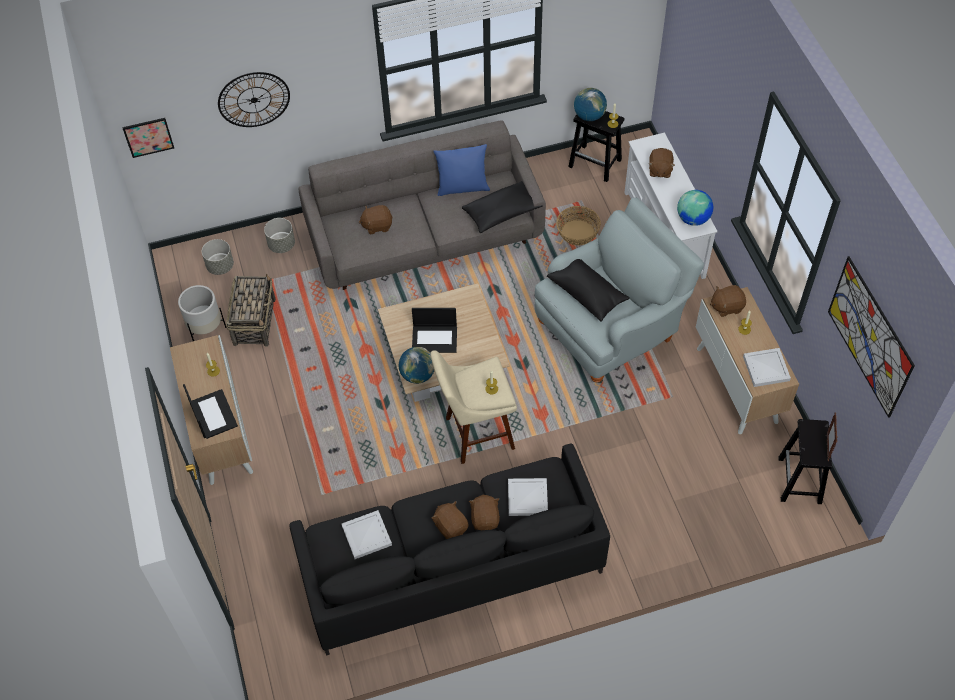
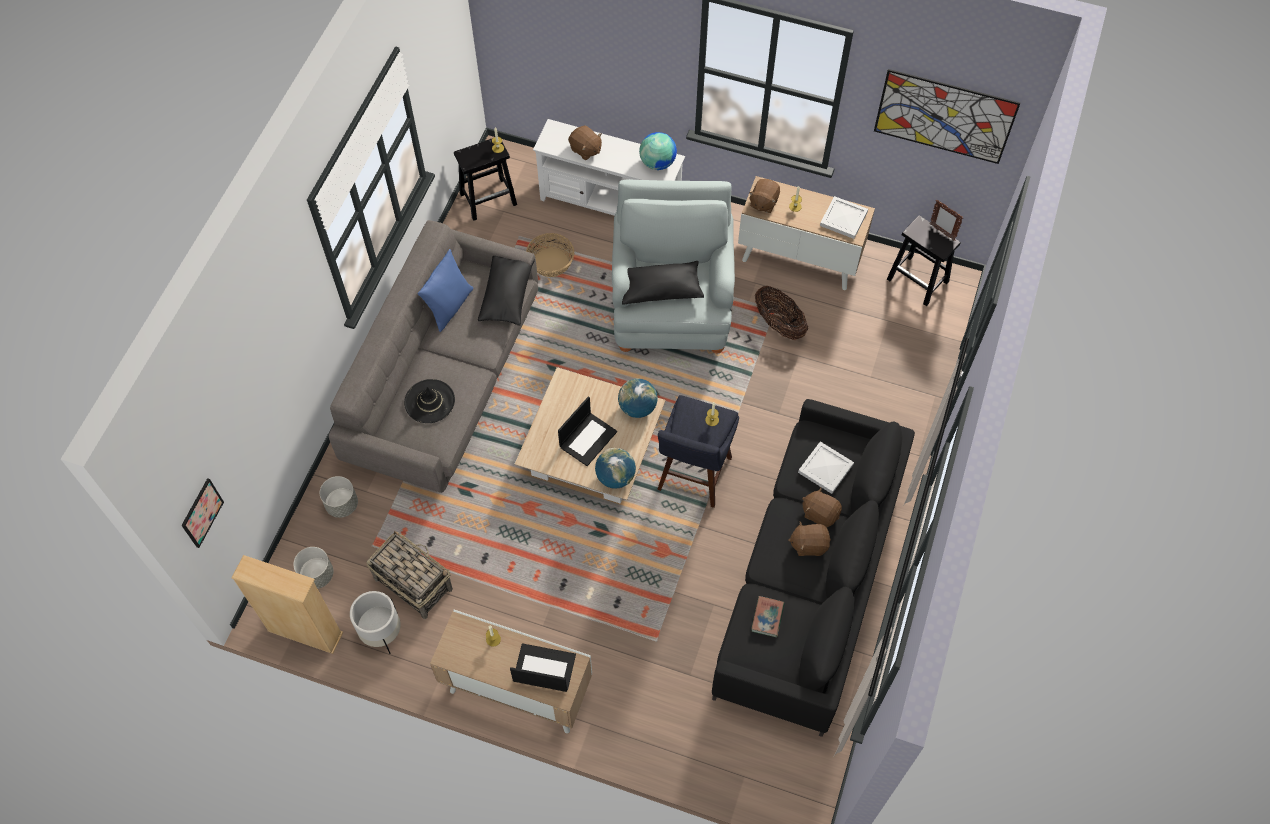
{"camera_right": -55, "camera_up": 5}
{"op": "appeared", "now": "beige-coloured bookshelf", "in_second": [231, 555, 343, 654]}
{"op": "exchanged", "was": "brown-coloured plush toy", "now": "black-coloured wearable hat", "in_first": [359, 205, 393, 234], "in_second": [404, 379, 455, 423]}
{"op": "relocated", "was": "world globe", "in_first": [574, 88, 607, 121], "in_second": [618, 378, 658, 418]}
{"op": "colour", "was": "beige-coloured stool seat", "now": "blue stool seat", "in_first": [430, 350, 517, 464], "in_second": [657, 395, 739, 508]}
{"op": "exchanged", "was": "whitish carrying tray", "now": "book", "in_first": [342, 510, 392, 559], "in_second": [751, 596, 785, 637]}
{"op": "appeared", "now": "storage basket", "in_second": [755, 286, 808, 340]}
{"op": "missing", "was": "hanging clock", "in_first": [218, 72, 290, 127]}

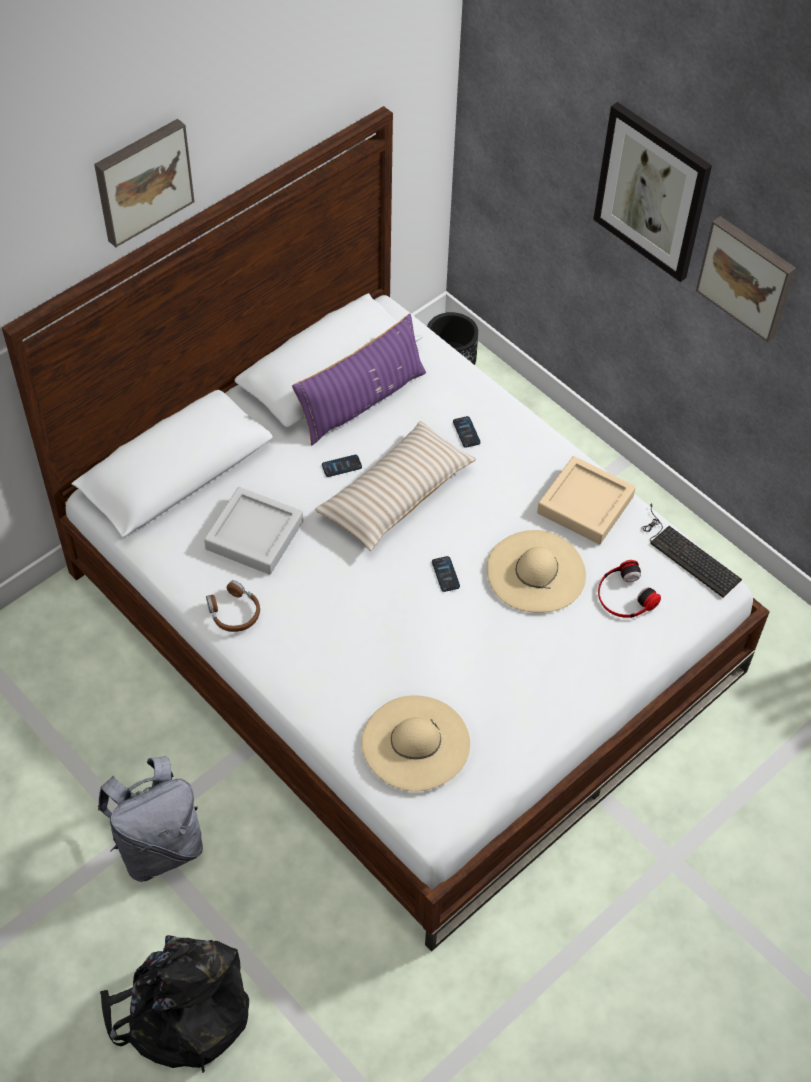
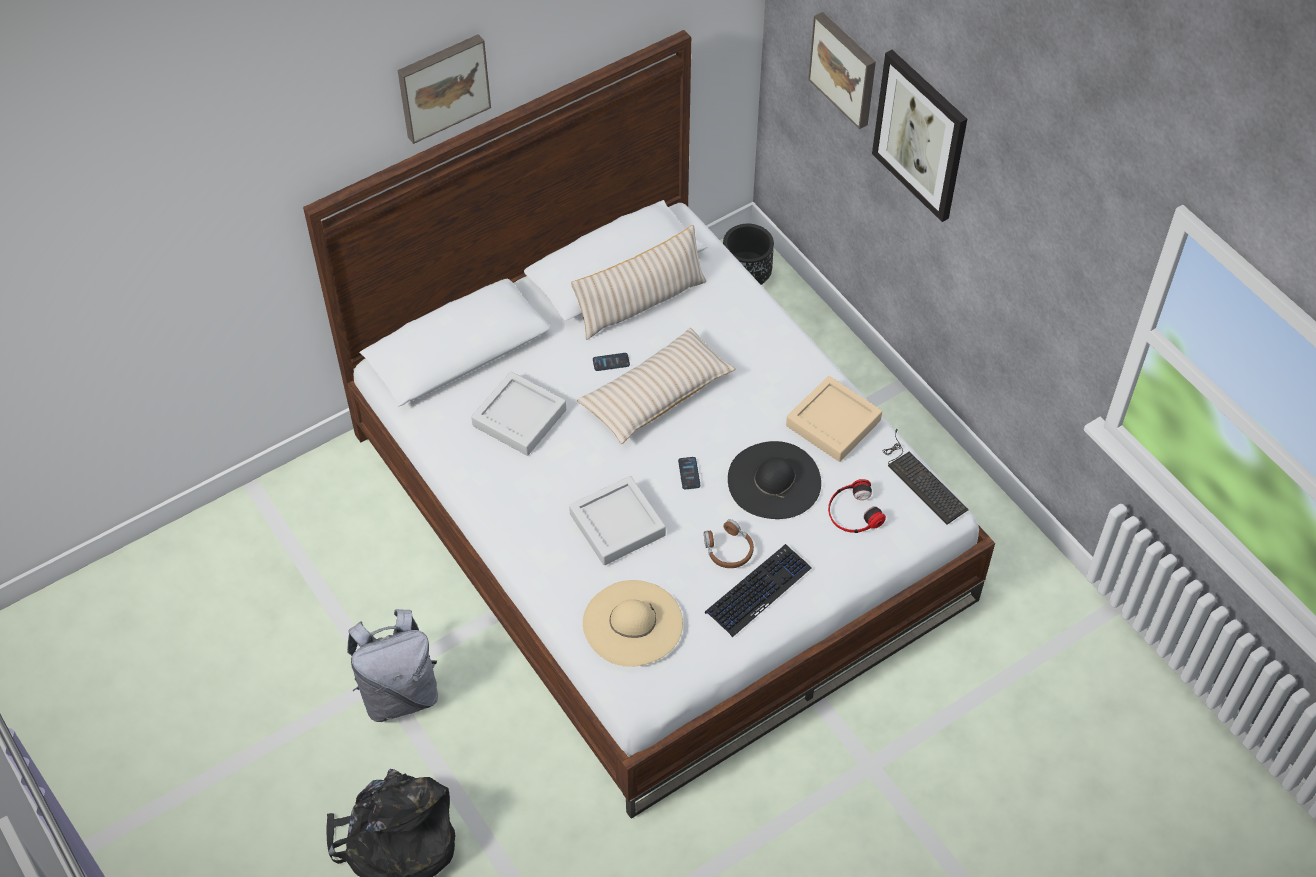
{"camera_right": 10, "camera_up": 0}
{"op": "appeared", "now": "greyish carrying tray", "in_second": [569, 476, 666, 565]}
{"op": "colour", "was": "purple-coloured pillow", "now": "beige-coloured pillow", "in_first": [292, 314, 426, 445], "in_second": [571, 225, 706, 340]}
{"op": "relocated", "was": "brown-coloured headphones", "in_first": [206, 580, 260, 632], "in_second": [704, 519, 754, 568]}
{"op": "appeared", "now": "PC keyboard", "in_second": [705, 544, 811, 637]}
{"op": "colour", "was": "beige-coloured wearable hat", "now": "black-coloured wearable hat", "in_first": [487, 530, 586, 613], "in_second": [728, 441, 821, 519]}
{"op": "relocated", "was": "picture", "in_first": [696, 216, 796, 342], "in_second": [808, 12, 876, 129]}
{"op": "missing", "was": "telephone", "in_first": [453, 416, 480, 448]}

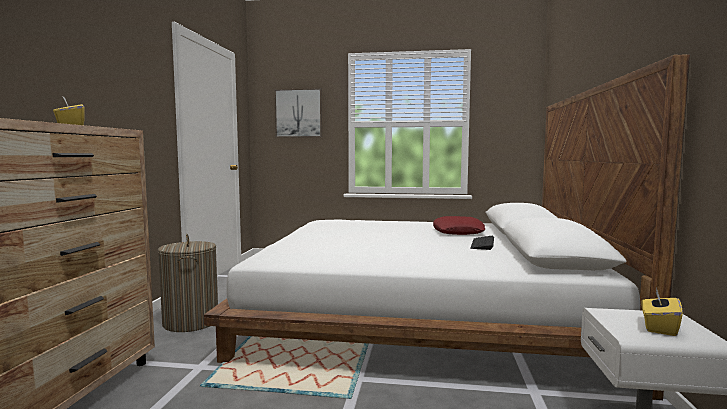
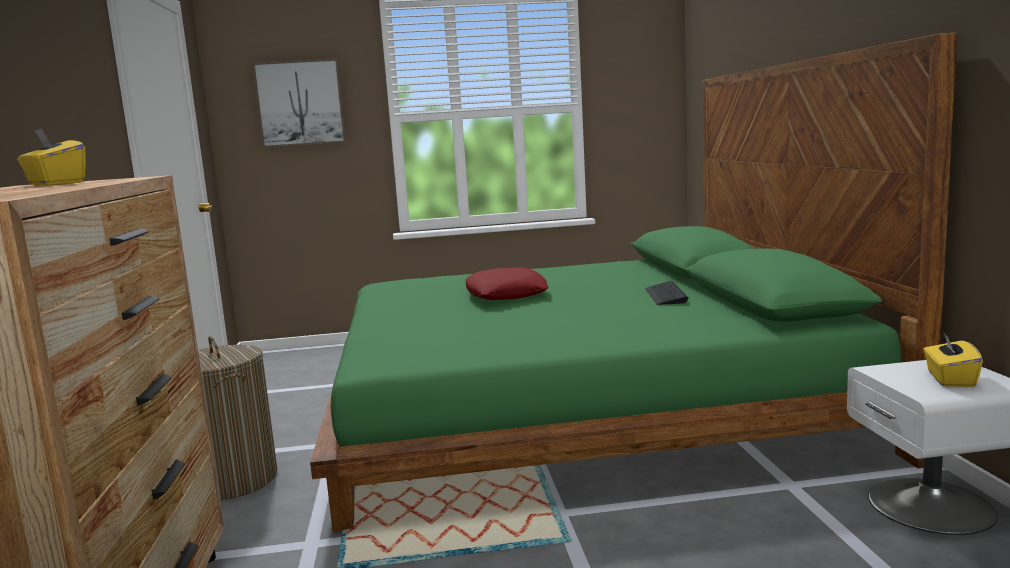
{"camera_right": -15, "camera_up": 5}
{"op": "colour", "was": "whitish bedroom bed", "now": "green-coloured bedroom bed", "in_first": [204, 54, 690, 400], "in_second": [310, 33, 958, 532]}
{"op": "relocated", "was": "red-coloured pillow", "in_first": [433, 216, 485, 235], "in_second": [465, 268, 549, 300]}

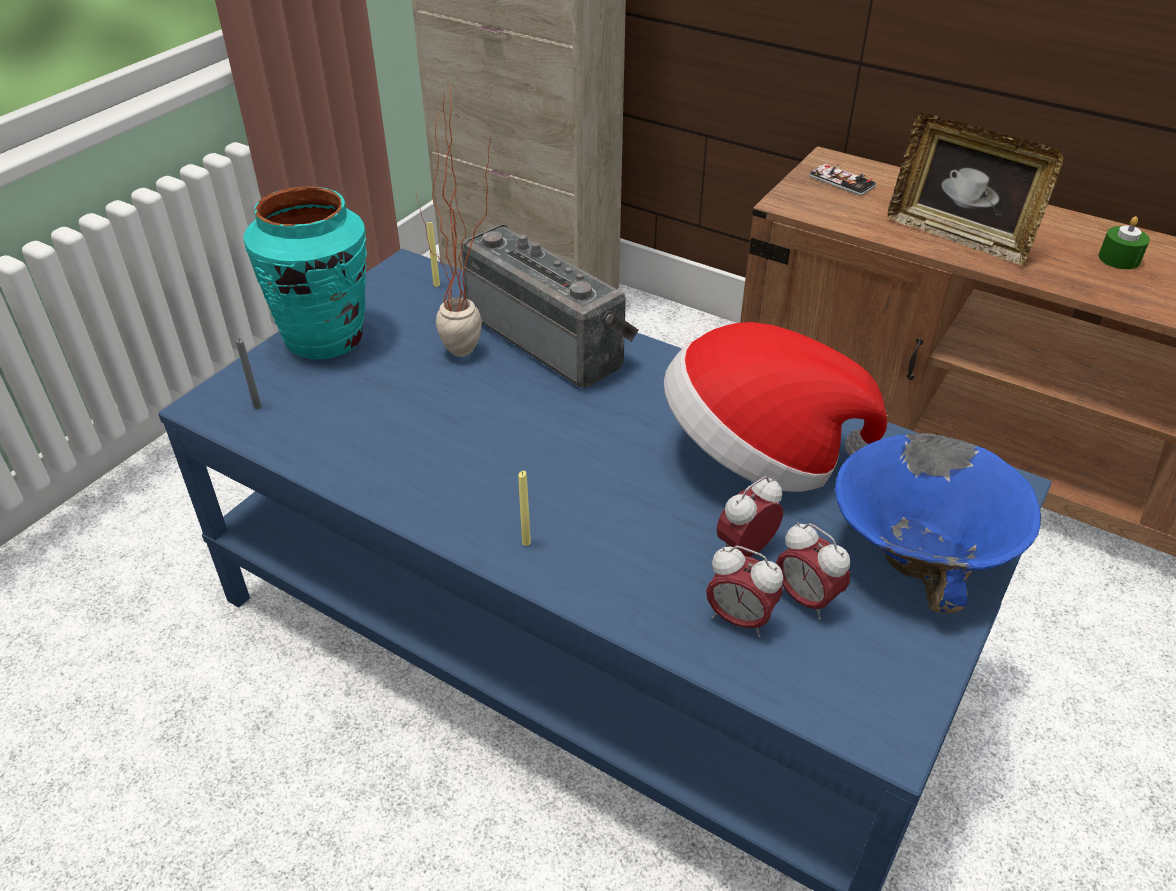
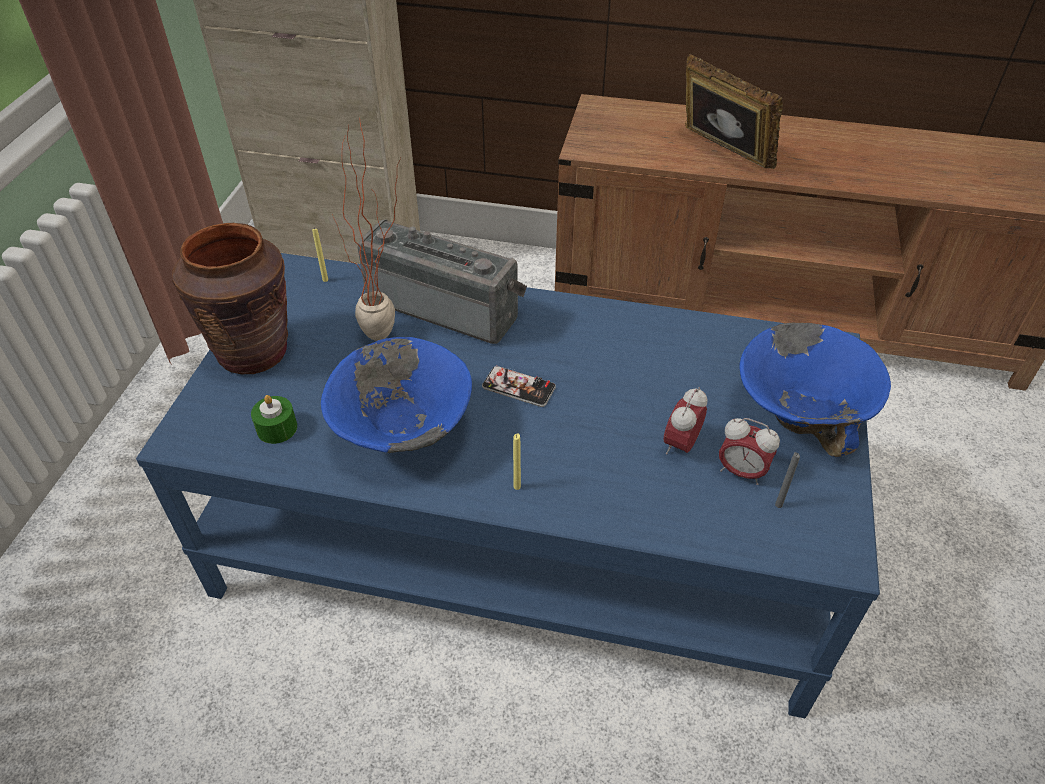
{"camera_right": -20, "camera_up": 5}
{"op": "colour", "was": "blue-green flower vase", "now": "brown-coloured flower vase", "in_first": [243, 187, 367, 359], "in_second": [172, 223, 288, 374]}
{"op": "relocated", "was": "green-coloured candle", "in_first": [1099, 216, 1150, 269], "in_second": [251, 395, 297, 444]}
{"op": "appeared", "now": "blue deep dish", "in_second": [321, 337, 472, 453]}
{"op": "relocated", "was": "telephone", "in_first": [809, 162, 877, 196], "in_second": [482, 365, 556, 407]}
{"op": "spun", "was": "photo frame", "in_first": [888, 113, 1064, 266], "in_second": [685, 54, 783, 169], "clockwise": -150}
{"op": "relocated", "was": "greyish candle", "in_first": [236, 338, 262, 409], "in_second": [775, 452, 800, 508]}
{"op": "missing", "was": "wearable hat", "in_first": [664, 322, 888, 492]}
{"op": "missing", "was": "alarm clock", "in_first": [706, 546, 783, 637]}

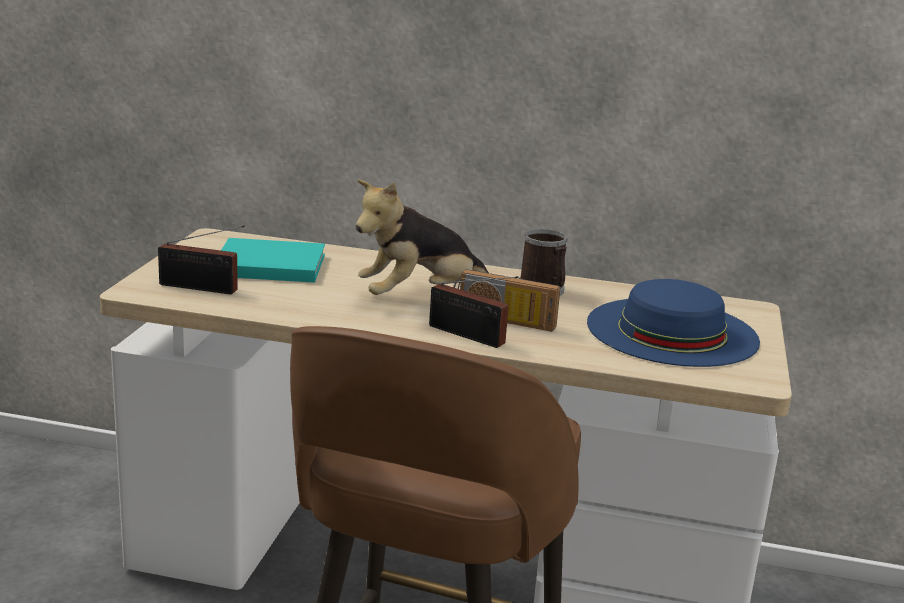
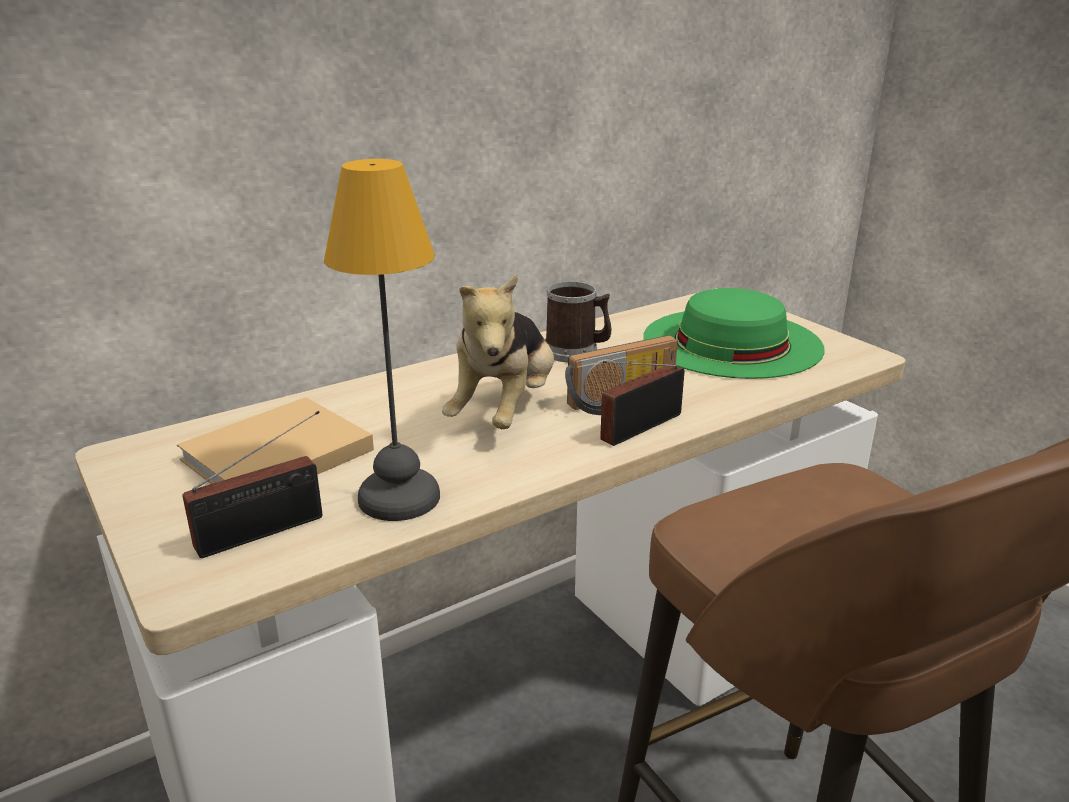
{"camera_right": -45, "camera_up": 5}
{"op": "colour", "was": "blue-green book", "now": "beige-coloured book", "in_first": [221, 238, 325, 283], "in_second": [177, 397, 374, 484]}
{"op": "appeared", "now": "tabletop lamp", "in_second": [324, 159, 440, 521]}
{"op": "spun", "was": "radio set", "in_first": [429, 276, 518, 348], "in_second": [600, 361, 685, 446], "clockwise": 150}
{"op": "colour", "was": "blue wearable hat", "now": "green-coloured wearable hat", "in_first": [587, 279, 760, 367], "in_second": [643, 288, 824, 379]}

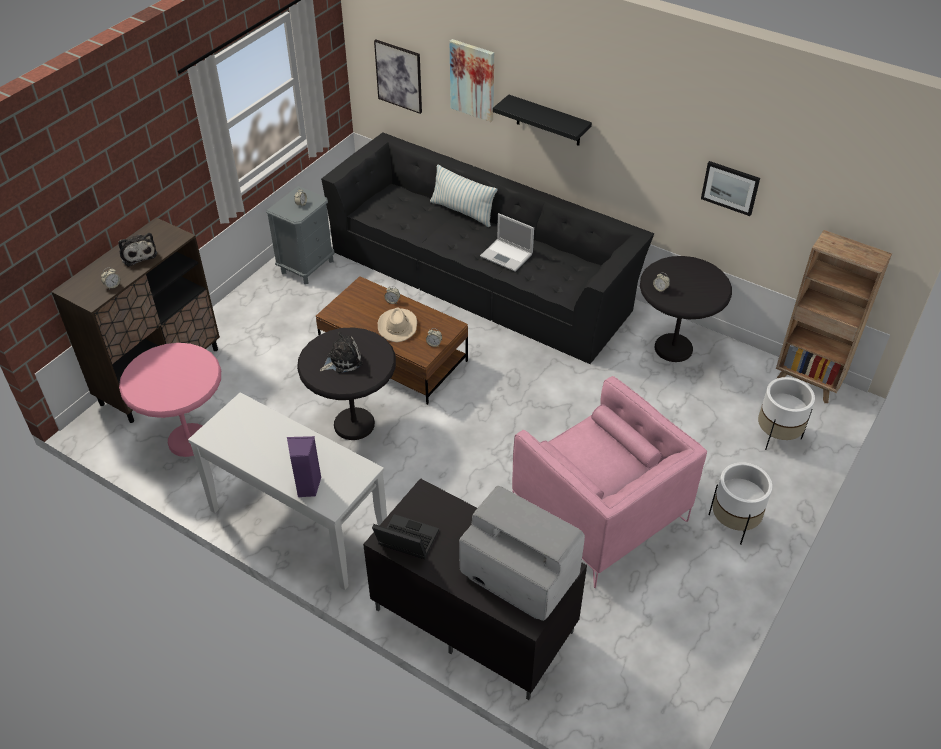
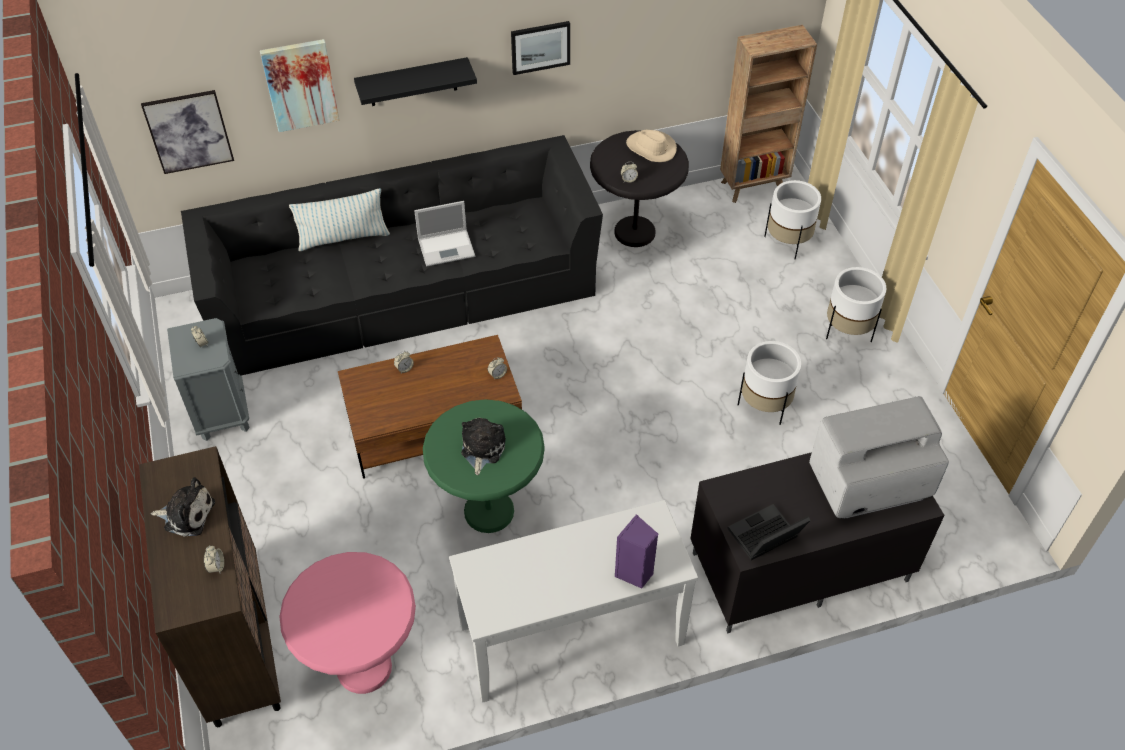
{"camera_right": -50, "camera_up": 5}
{"op": "colour", "was": "black-coloured end table", "now": "green-coloured end table", "in_first": [297, 327, 396, 440], "in_second": [423, 399, 545, 533]}
{"op": "relocated", "was": "picture", "in_first": [701, 161, 760, 216], "in_second": [511, 21, 570, 75]}
{"op": "relocated", "was": "beige-coloured wearable hat", "in_first": [378, 308, 417, 342], "in_second": [626, 130, 677, 162]}
{"op": "exchanged", "was": "pink-coloured armchair", "now": "whitish planter", "in_first": [512, 376, 707, 588], "in_second": [738, 341, 801, 425]}

